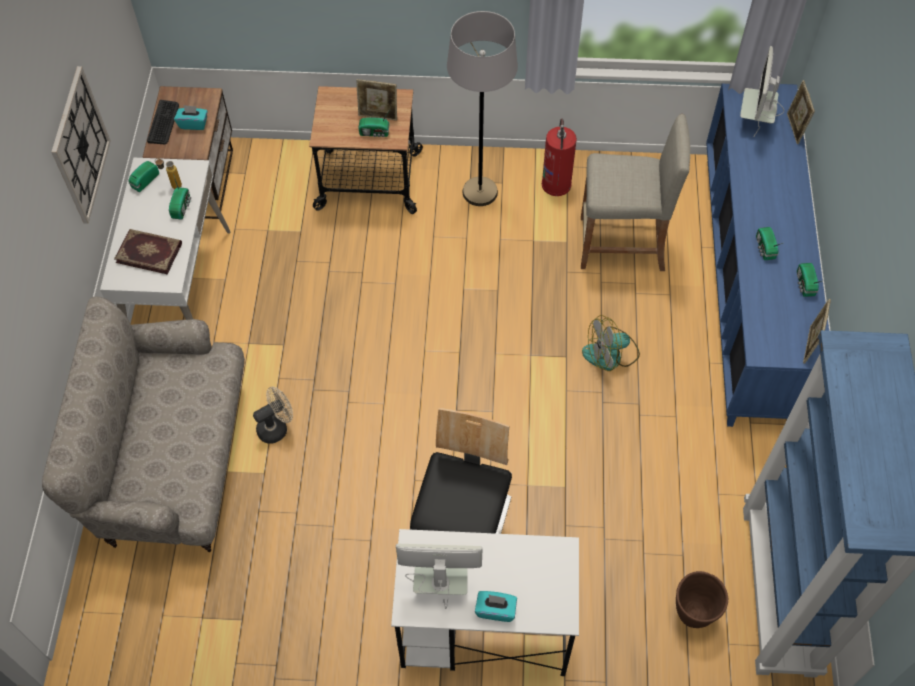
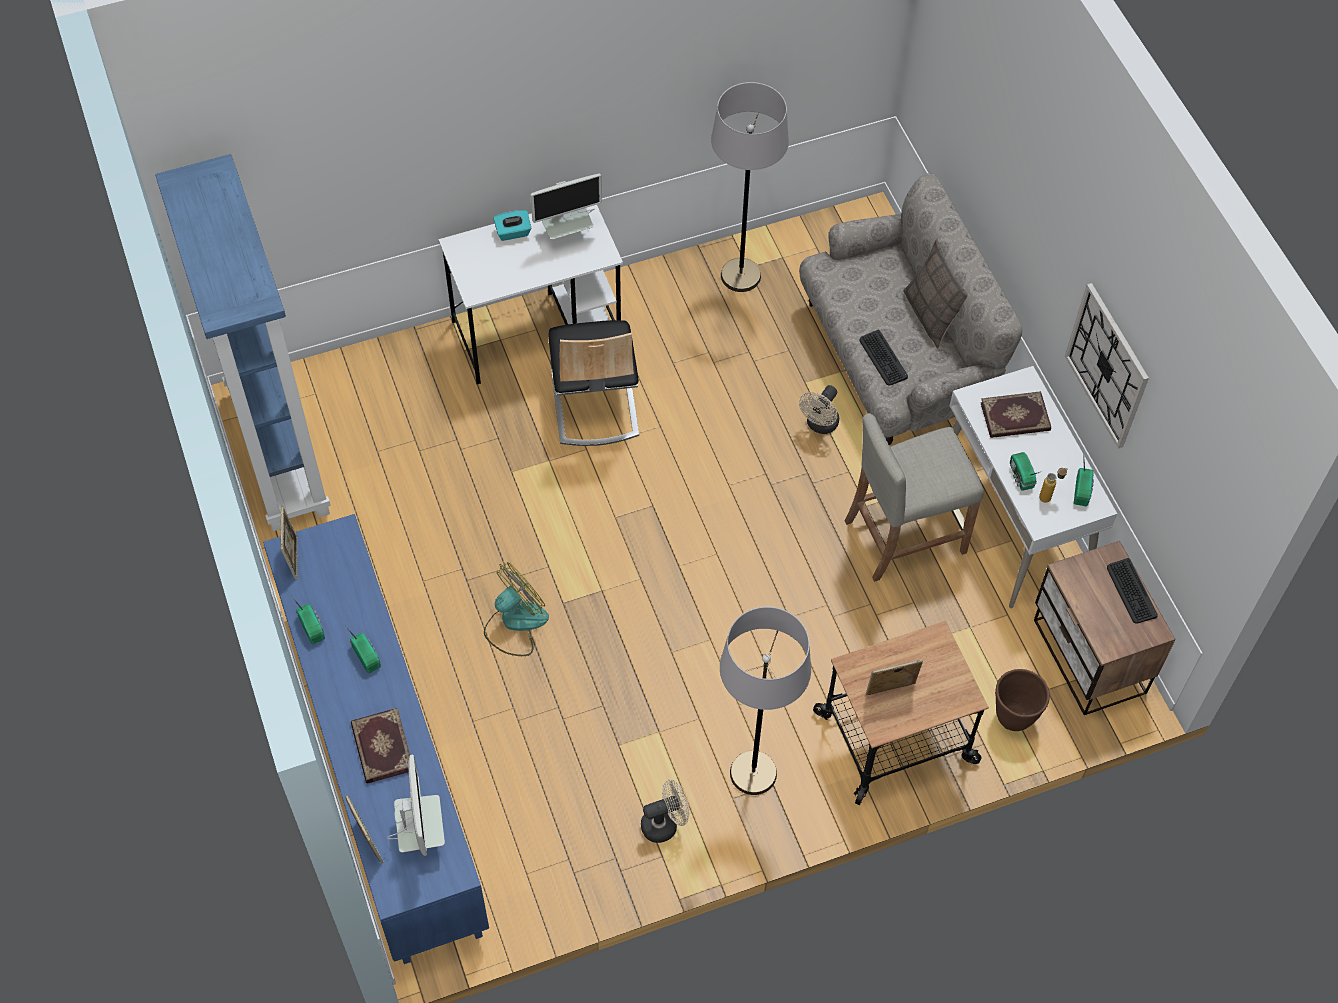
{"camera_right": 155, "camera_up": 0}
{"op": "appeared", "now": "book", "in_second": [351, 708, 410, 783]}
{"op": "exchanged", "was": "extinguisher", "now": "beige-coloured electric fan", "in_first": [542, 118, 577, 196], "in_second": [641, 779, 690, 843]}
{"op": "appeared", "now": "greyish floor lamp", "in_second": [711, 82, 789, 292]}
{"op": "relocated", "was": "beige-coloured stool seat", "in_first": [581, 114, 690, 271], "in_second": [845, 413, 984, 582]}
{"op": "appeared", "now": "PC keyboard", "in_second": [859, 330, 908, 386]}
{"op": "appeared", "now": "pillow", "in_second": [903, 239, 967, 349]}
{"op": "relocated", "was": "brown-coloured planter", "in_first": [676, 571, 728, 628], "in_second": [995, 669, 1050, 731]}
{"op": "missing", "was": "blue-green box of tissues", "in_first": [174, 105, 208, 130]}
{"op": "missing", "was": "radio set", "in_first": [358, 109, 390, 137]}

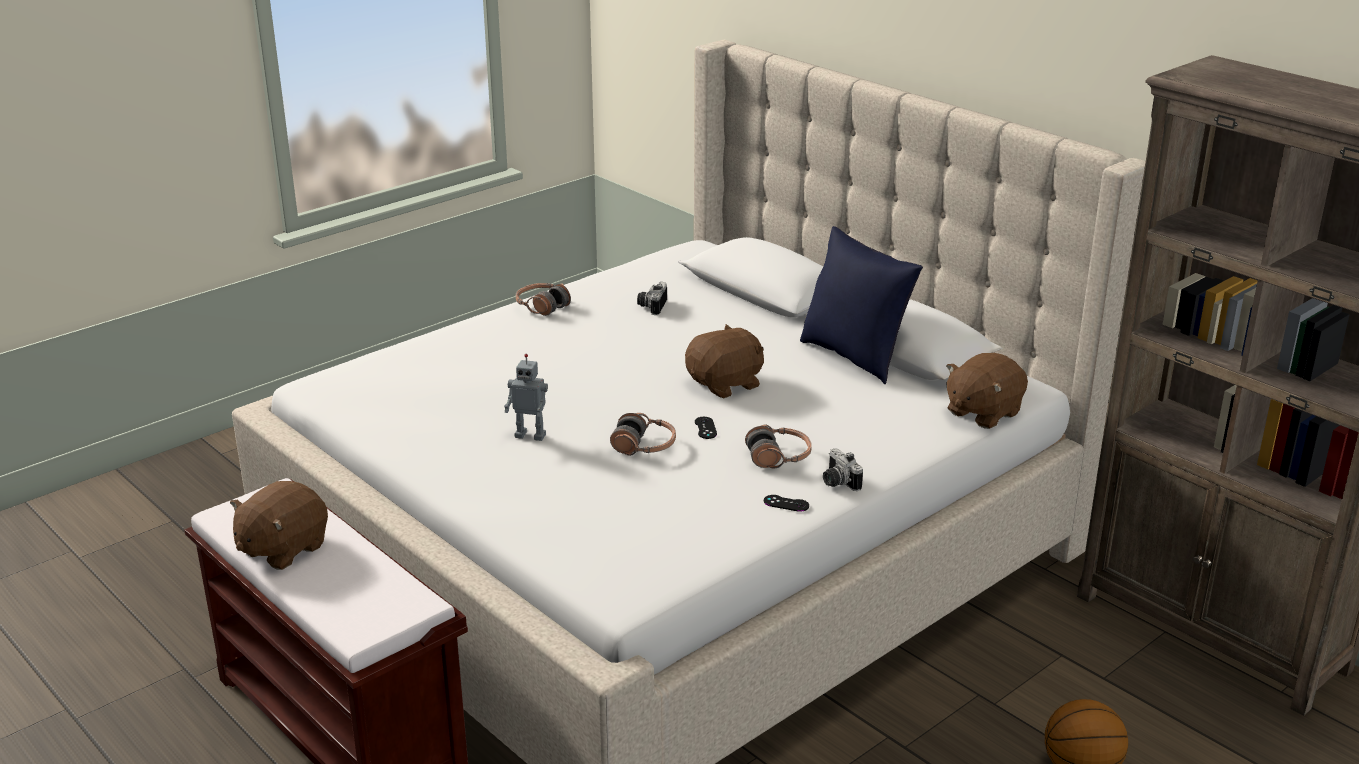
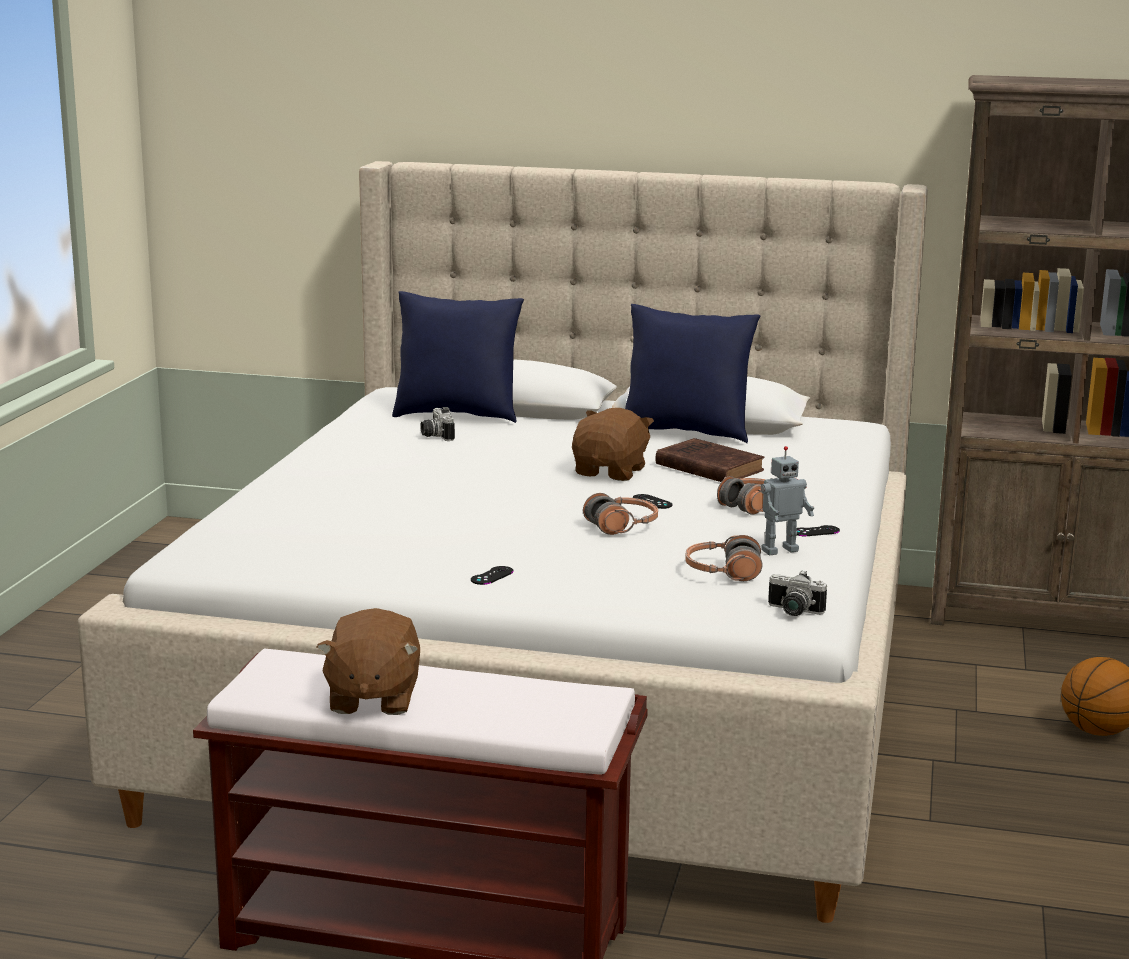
{"camera_right": -35, "camera_up": -10}
{"op": "appeared", "now": "blue pillow", "in_second": [392, 291, 524, 423]}
{"op": "appeared", "now": "black-coloured gamepad", "in_second": [471, 566, 513, 585]}
{"op": "appeared", "now": "brown-coloured book", "in_second": [656, 438, 764, 482]}
{"op": "relocated", "was": "headphones", "in_first": [516, 283, 571, 316], "in_second": [685, 535, 763, 581]}
{"op": "relocated", "was": "model robot", "in_first": [504, 354, 548, 441], "in_second": [761, 446, 814, 556]}
{"op": "relocated", "was": "still camera", "in_first": [823, 448, 863, 491], "in_second": [768, 570, 827, 616]}
{"op": "missing", "was": "brown-coloured plush toy", "in_first": [946, 353, 1028, 429]}

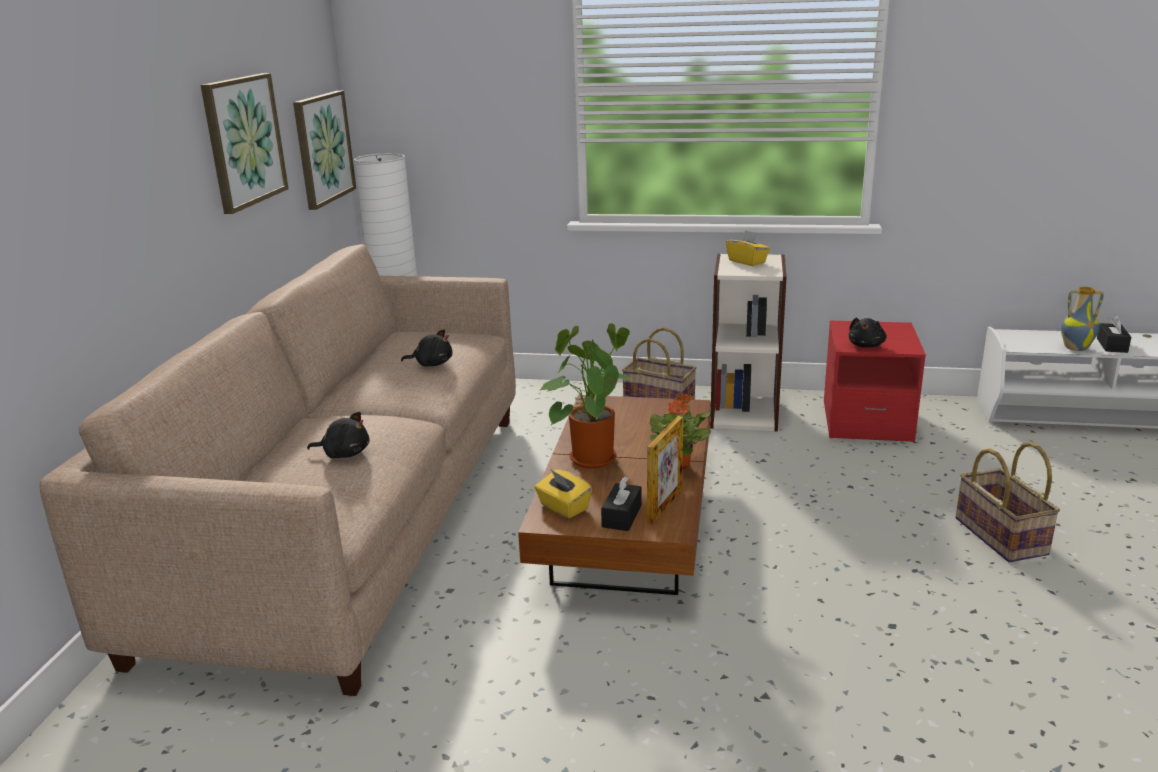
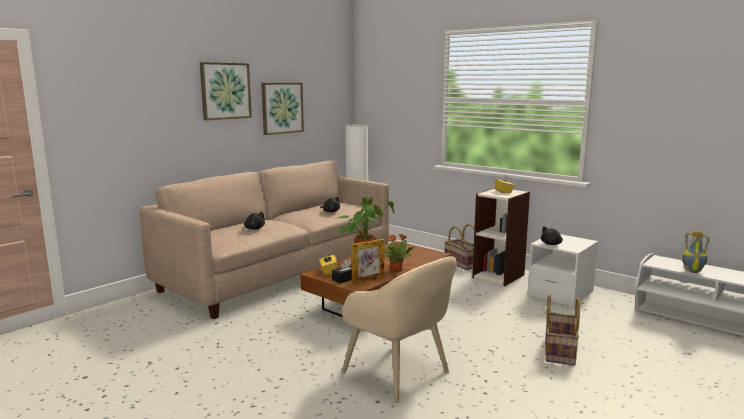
{"camera_right": 30, "camera_up": -10}
{"op": "relocated", "was": "picture", "in_first": [293, 91, 356, 210], "in_second": [200, 62, 252, 120]}
{"op": "appeared", "now": "beige-coloured armchair", "in_second": [342, 256, 457, 403]}
{"op": "colour", "was": "red-coloured bedside table", "now": "whitish bedside table", "in_first": [824, 321, 926, 442], "in_second": [528, 234, 598, 307]}
{"op": "missing", "was": "black-coloured box of tissues", "in_first": [1097, 314, 1131, 353]}

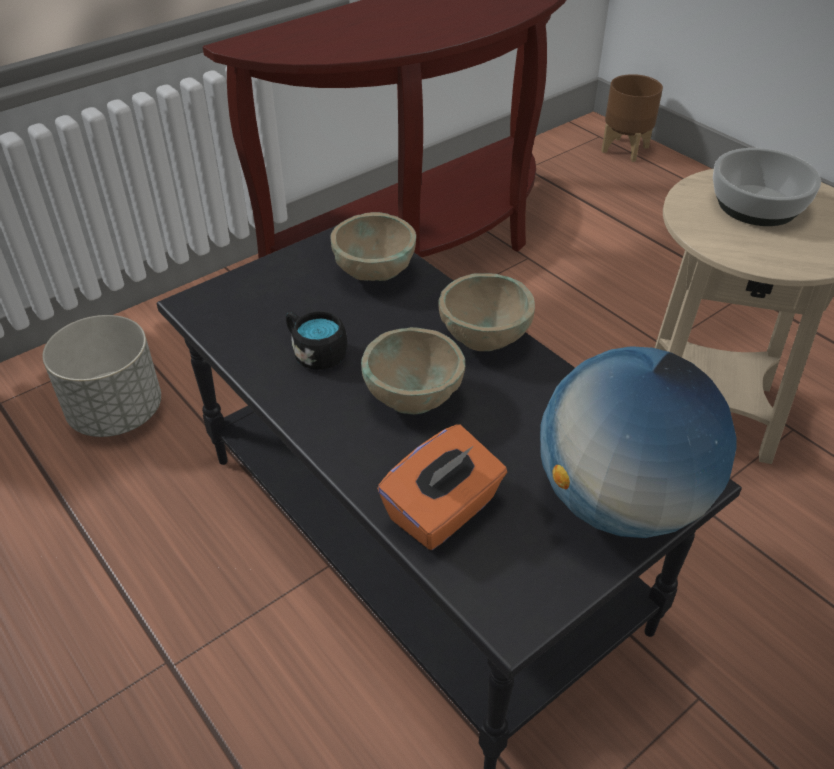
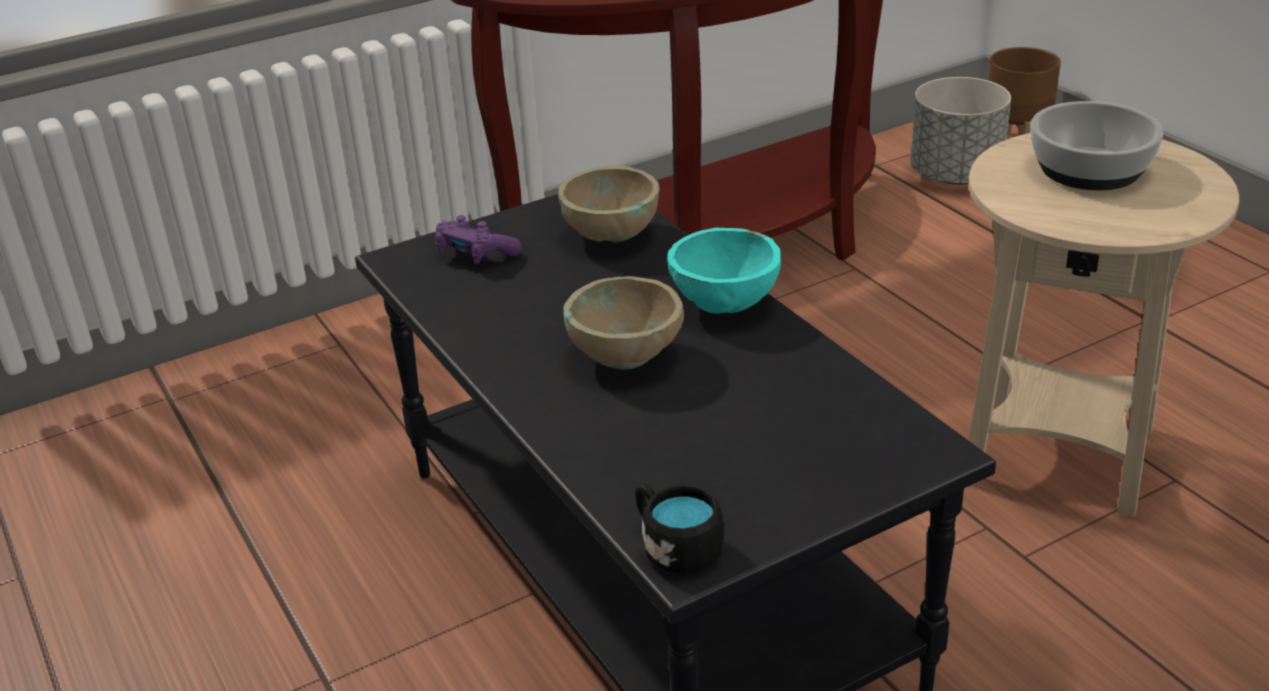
{"camera_right": 10, "camera_up": -10}
{"op": "appeared", "now": "purple-coloured gamepad", "in_second": [434, 215, 522, 264]}
{"op": "relocated", "was": "black-coloured tea mug", "in_first": [286, 311, 347, 370], "in_second": [635, 483, 724, 574]}
{"op": "colour", "was": "beige-coloured deep dish", "now": "blue-green deep dish", "in_first": [438, 274, 535, 351], "in_second": [667, 228, 781, 314]}
{"op": "relocated", "was": "greyish planter", "in_first": [42, 315, 161, 437], "in_second": [911, 77, 1011, 185]}
{"op": "missing", "was": "orange box of tissues", "in_first": [377, 424, 507, 550]}
{"op": "missing", "was": "world globe", "in_first": [540, 346, 737, 538]}

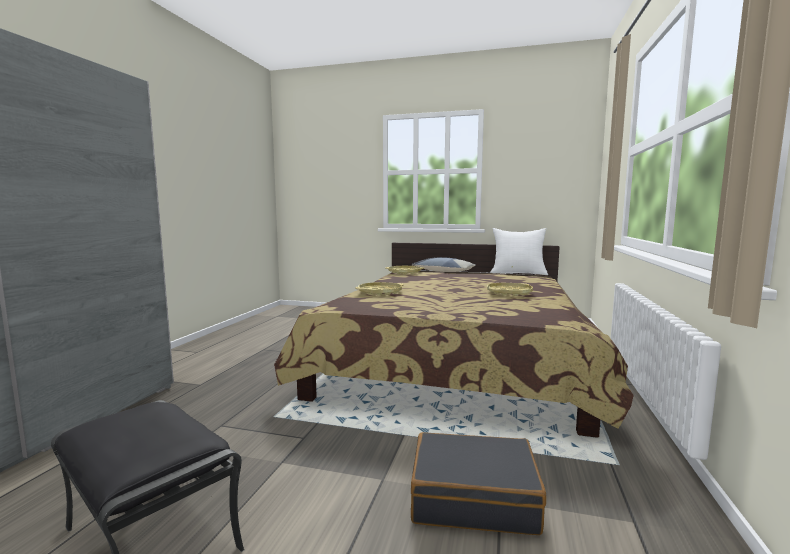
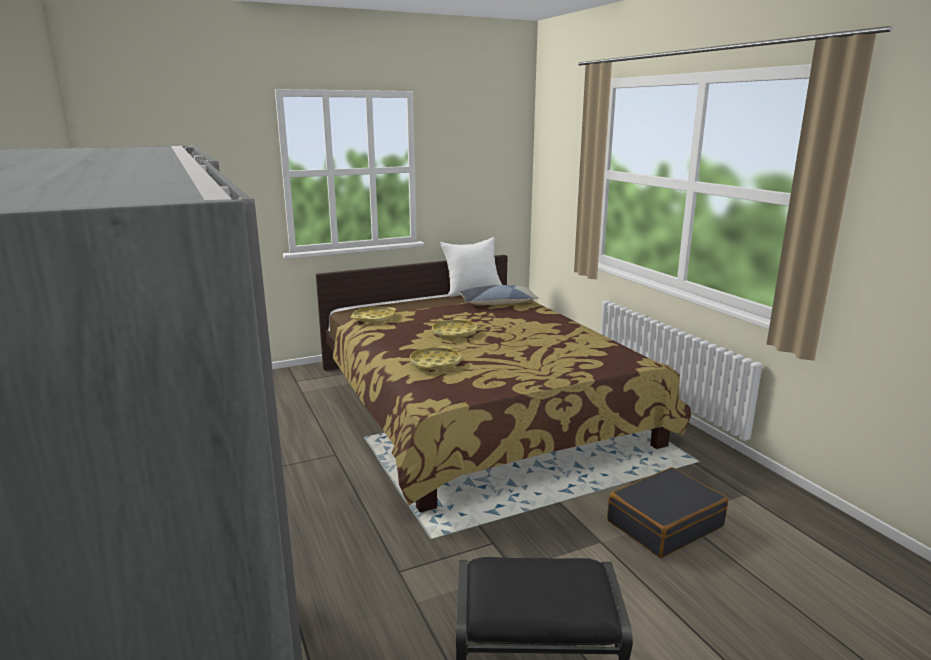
{"camera_right": -40, "camera_up": 10}
{"op": "relocated", "was": "yellowish carrying tray", "in_first": [487, 283, 533, 296], "in_second": [432, 318, 477, 338]}
{"op": "relocated", "was": "pillow", "in_first": [412, 257, 476, 272], "in_second": [460, 285, 539, 305]}

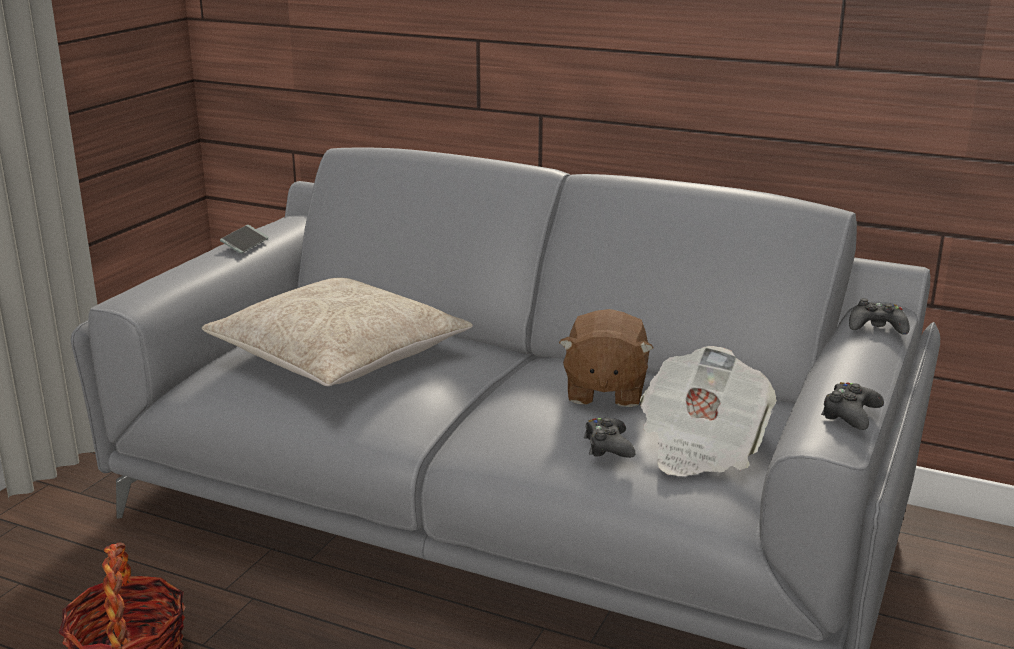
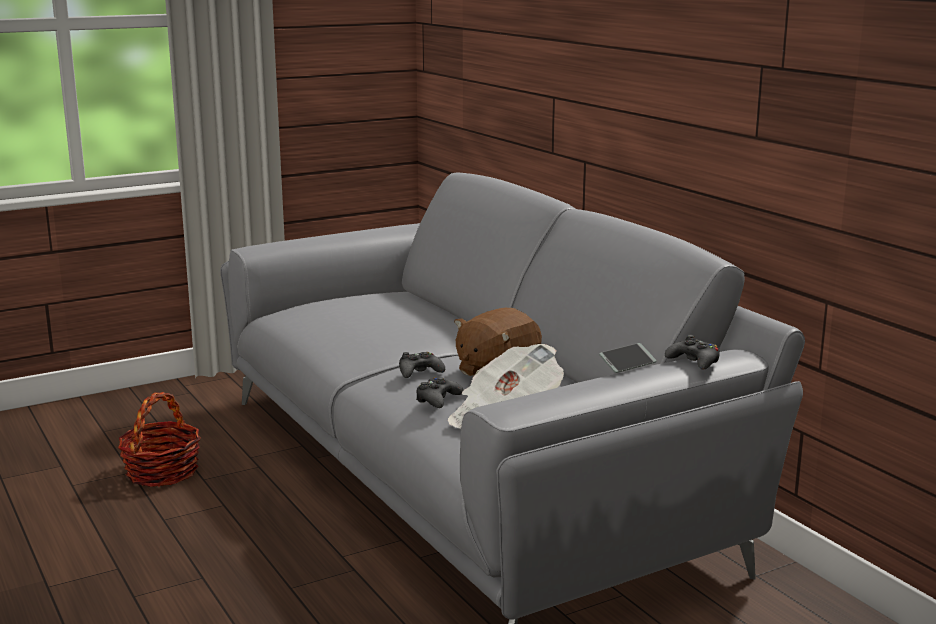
{"camera_right": 35, "camera_up": -5}
{"op": "relocated", "was": "black-coloured gamepad", "in_first": [821, 382, 884, 430], "in_second": [399, 352, 445, 378]}
{"op": "relocated", "was": "telephone", "in_first": [220, 225, 268, 254], "in_second": [599, 343, 656, 373]}
{"op": "missing", "was": "beige-coloured pillow", "in_first": [202, 278, 473, 386]}

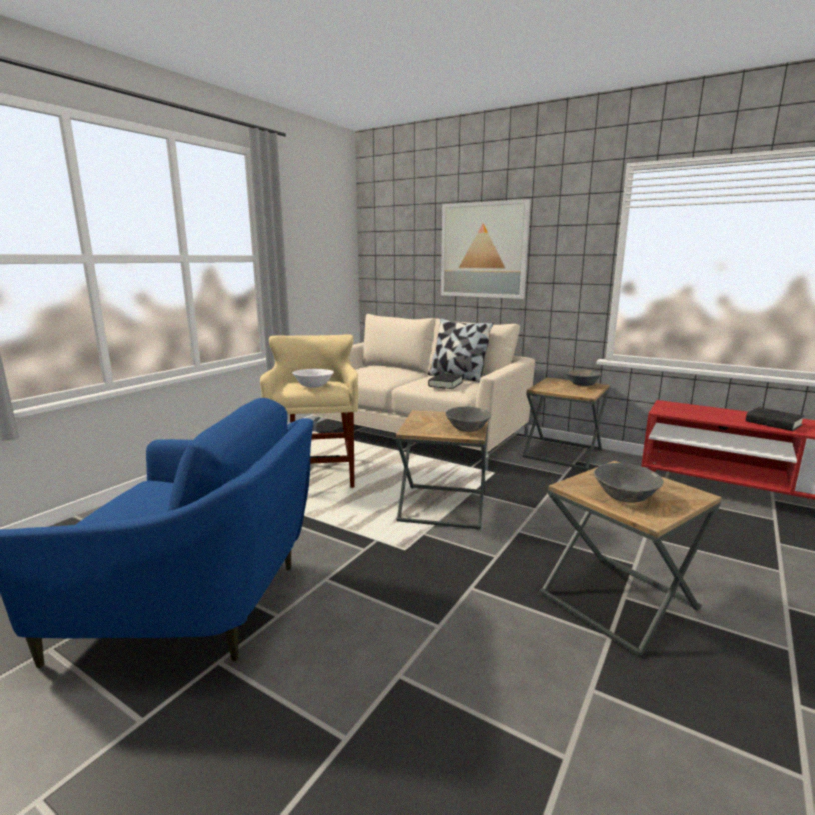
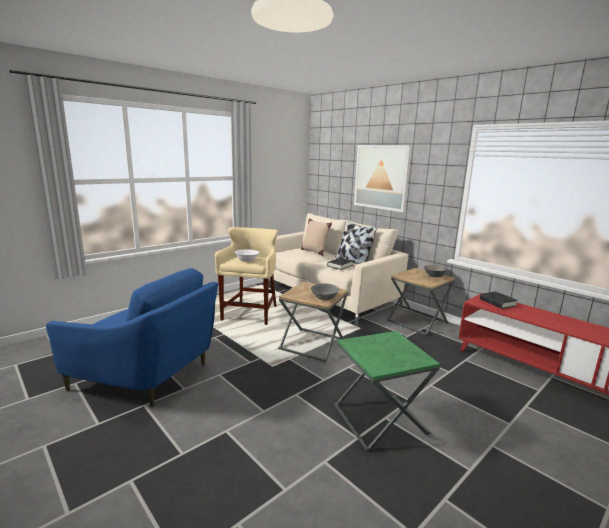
{"camera_right": 15, "camera_up": 0}
{"op": "appeared", "now": "beige-coloured pillow", "in_second": [301, 218, 332, 256]}
{"op": "colour", "was": "brown-coloured end table", "now": "green-coloured end table", "in_first": [540, 461, 721, 656], "in_second": [334, 331, 440, 451]}
{"op": "relocated", "was": "black-coloured book", "in_first": [746, 407, 804, 431], "in_second": [480, 291, 518, 309]}
{"op": "missing", "was": "greyish deep dish", "in_first": [594, 463, 663, 503]}

